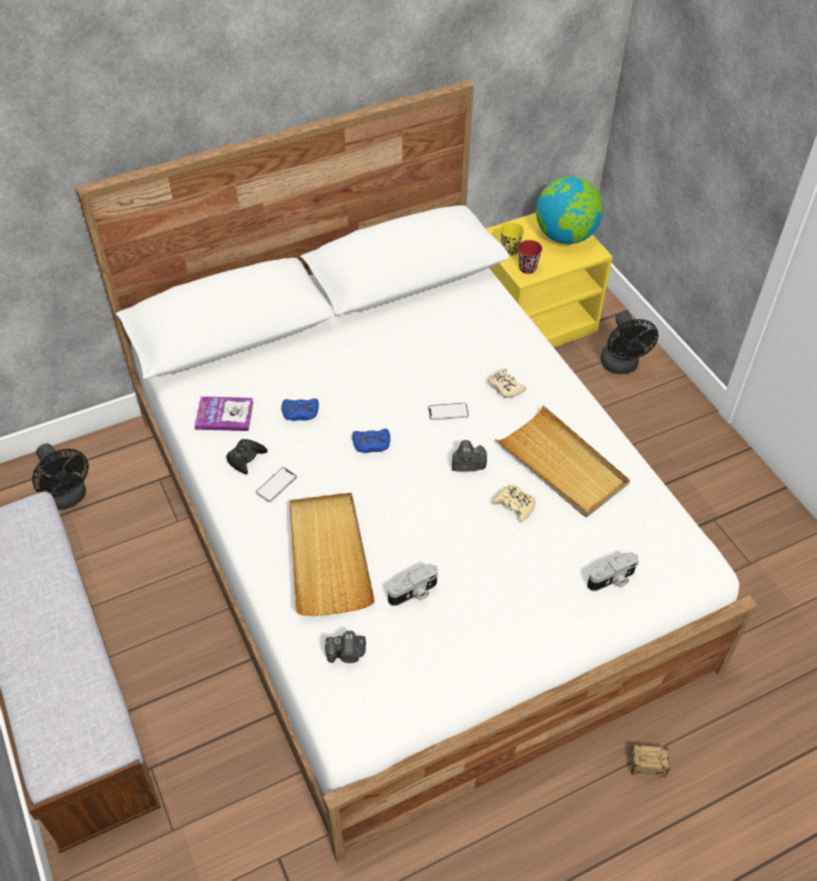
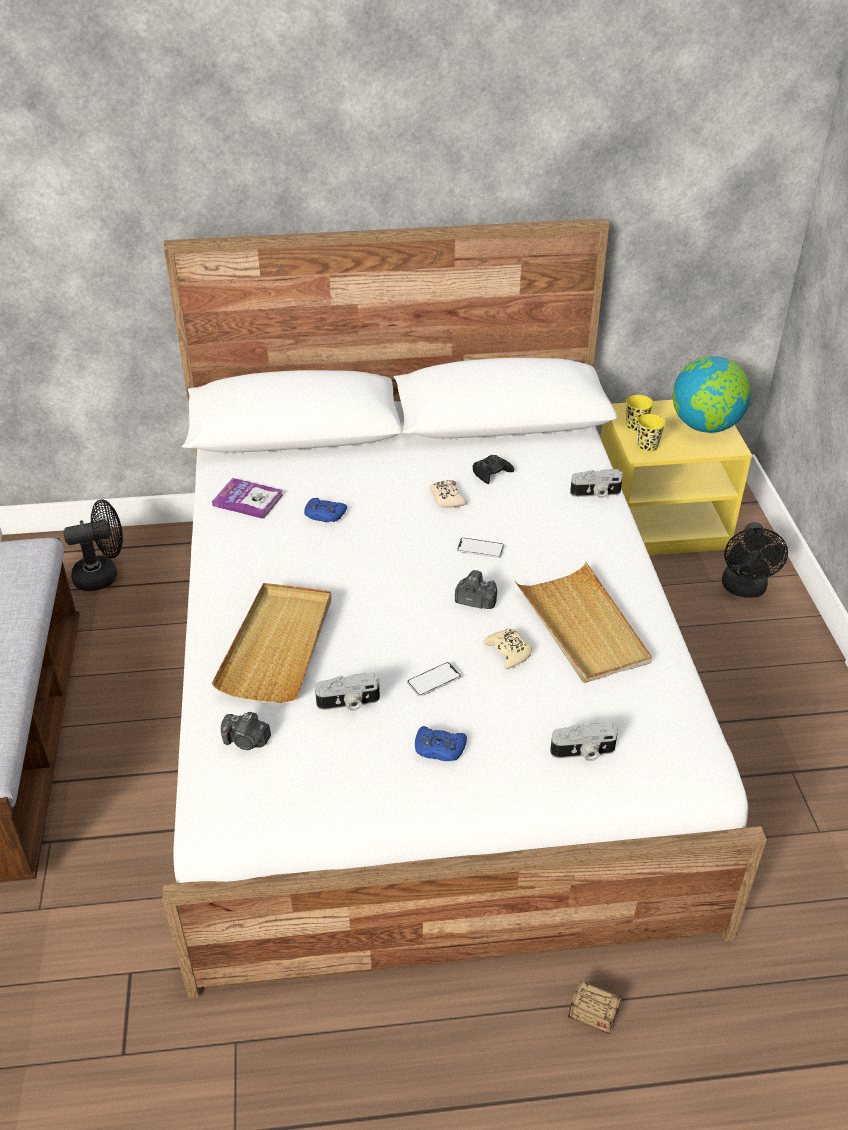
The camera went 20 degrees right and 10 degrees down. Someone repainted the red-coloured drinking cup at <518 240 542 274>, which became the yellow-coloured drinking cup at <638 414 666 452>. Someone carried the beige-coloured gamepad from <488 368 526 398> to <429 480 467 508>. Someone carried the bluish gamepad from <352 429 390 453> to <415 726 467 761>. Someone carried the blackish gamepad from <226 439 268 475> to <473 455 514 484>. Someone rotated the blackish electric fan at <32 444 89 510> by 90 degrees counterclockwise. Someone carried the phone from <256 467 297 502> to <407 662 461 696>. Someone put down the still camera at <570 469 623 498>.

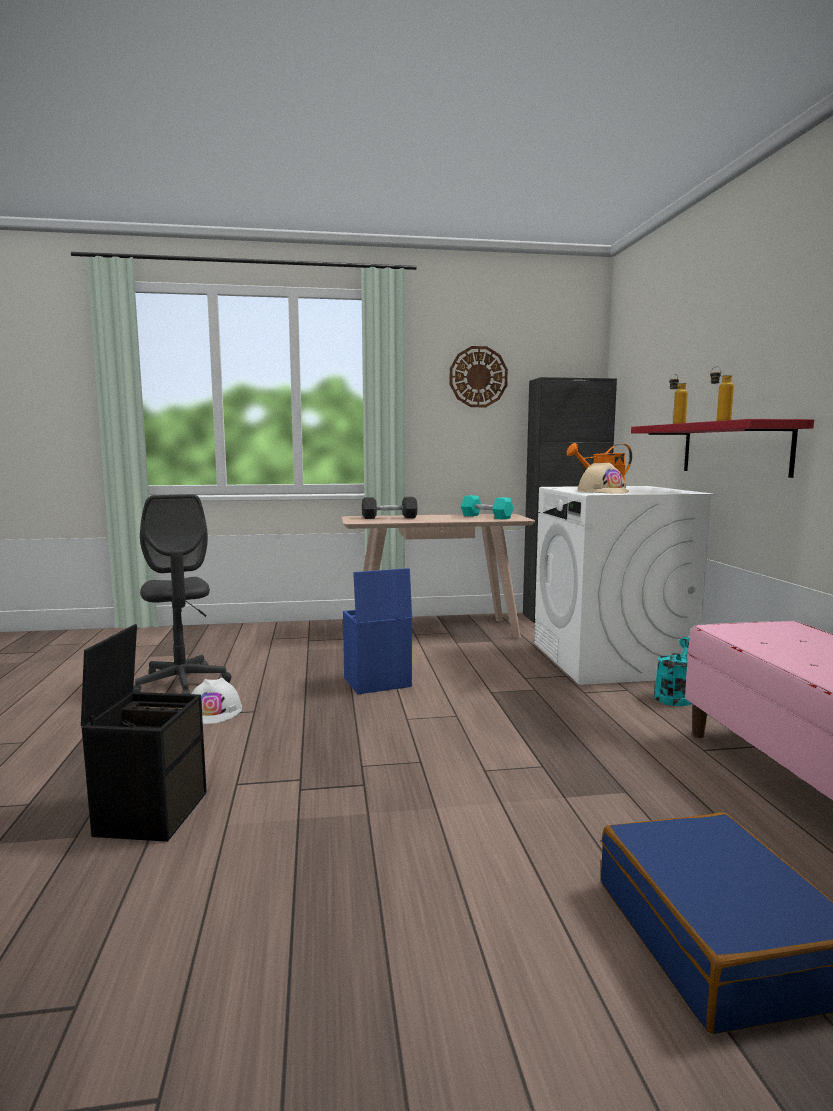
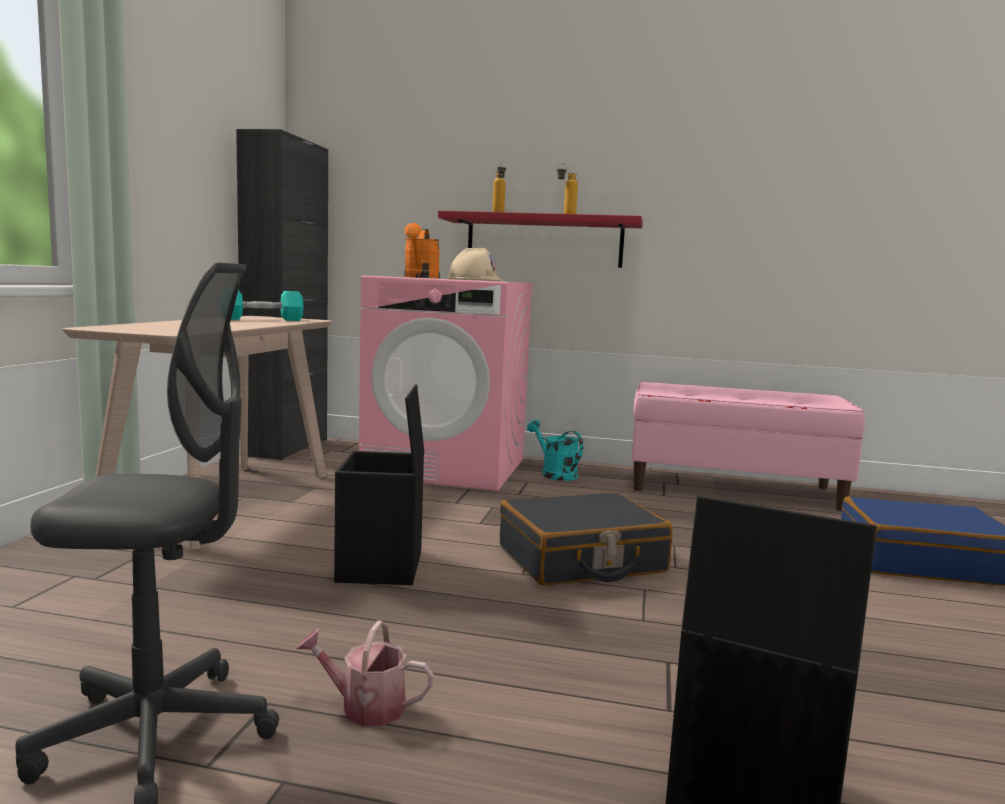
The camera went 70 degrees left and 0 degrees up. Someone took away the clock on the wall at <450 346 508 407>. Someone repainted the white laundry machine at <534 486 716 685>, which became the pink-coloured laundry machine at <359 276 533 491>. Someone took away the greyish hand weight at <362 497 418 519>. Someone repainted the bluish storage box at <343 568 412 695>, which became the blackish storage box at <334 385 424 585>. Someone swapped the white safety helmet at <191 678 242 724> for the watering can at <296 620 434 726>. Someone put down the blackish suitcase at <500 492 673 585>.

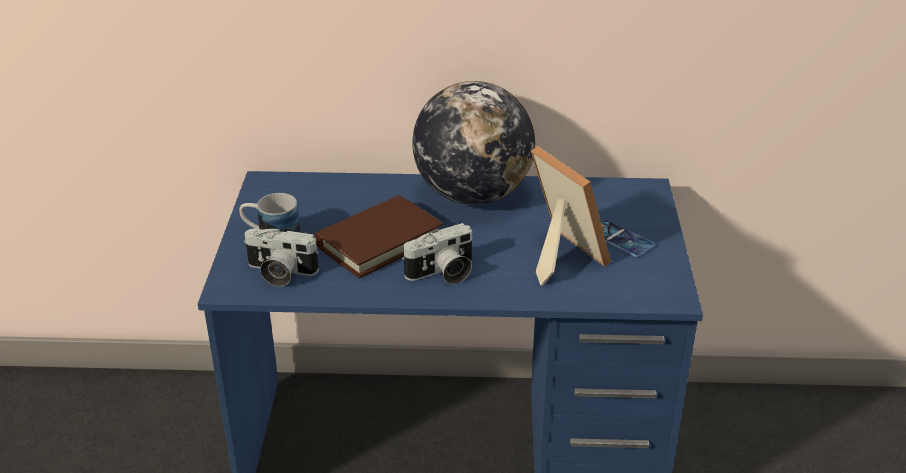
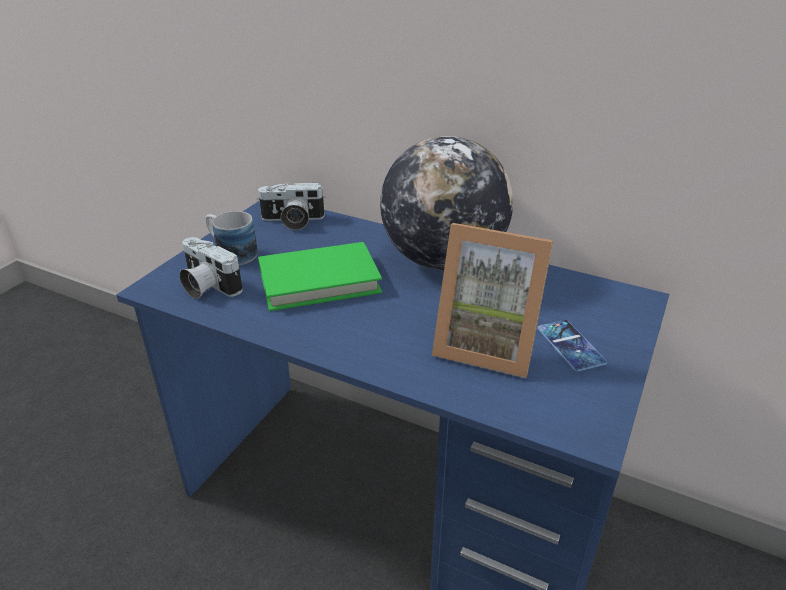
The camera went 25 degrees right and 0 degrees up. Someone rotated the picture frame at <531 146 611 286> by 120 degrees clockwise. Someone repainted the brown book at <314 195 444 278>, which became the green-coloured book at <258 242 382 311>. Someone carried the still camera from <402 223 473 284> to <257 183 326 230>.

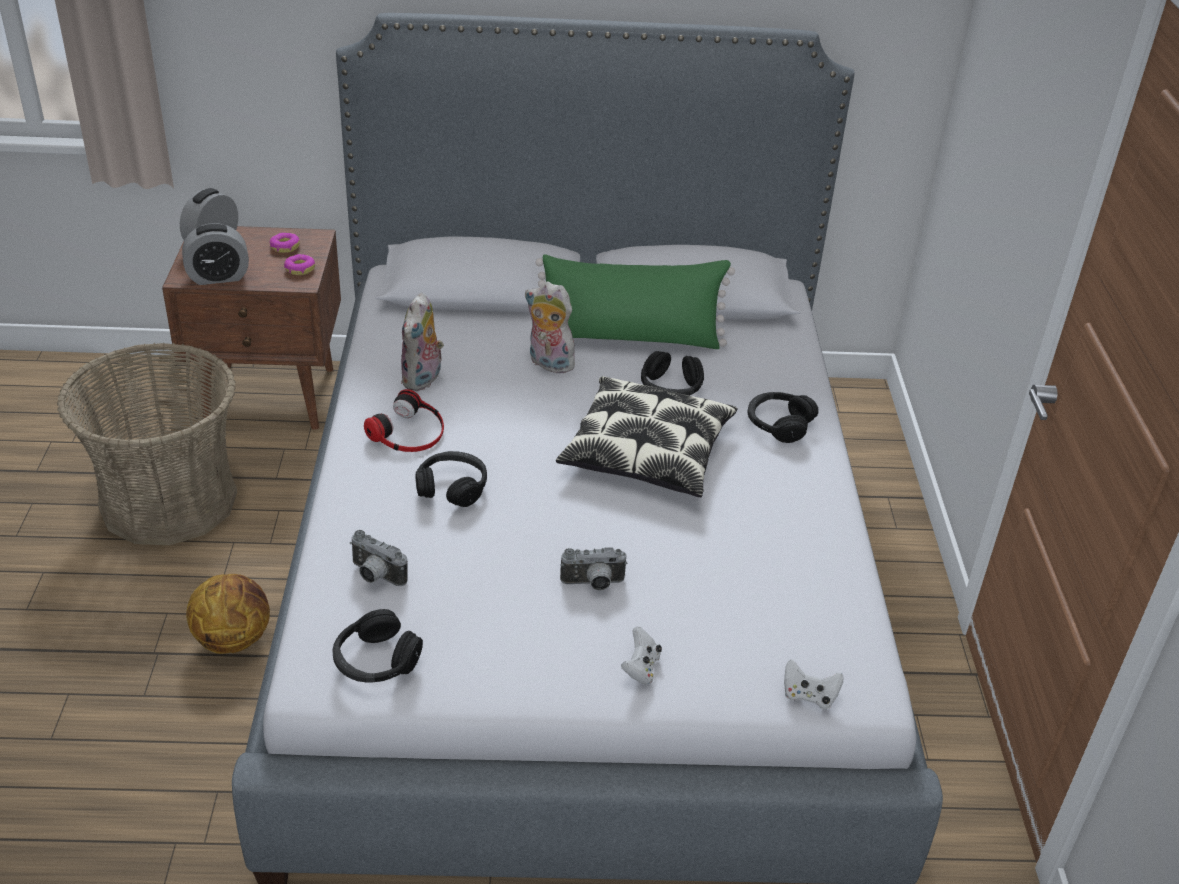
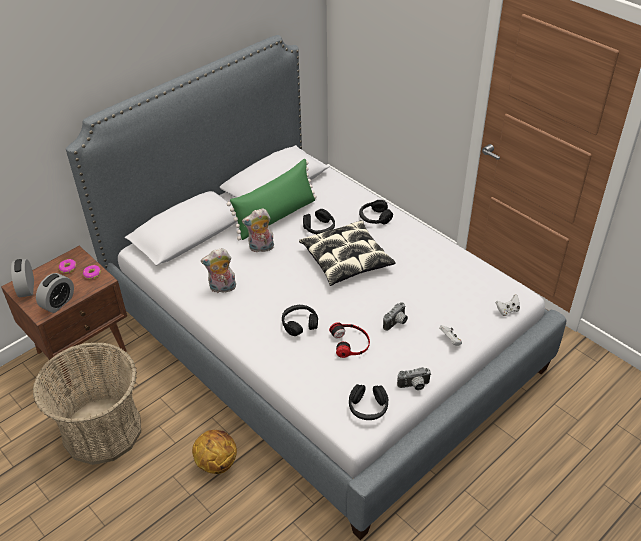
The camera went 40 degrees left and 5 degrees up. Someone rotated the soft toy at <401 292 444 391> by 105 degrees clockwise. Someone carried the headphones from <364 389 444 452> to <329 322 370 358>. Someone carried the still camera from <350 530 408 586> to <397 367 431 390>.

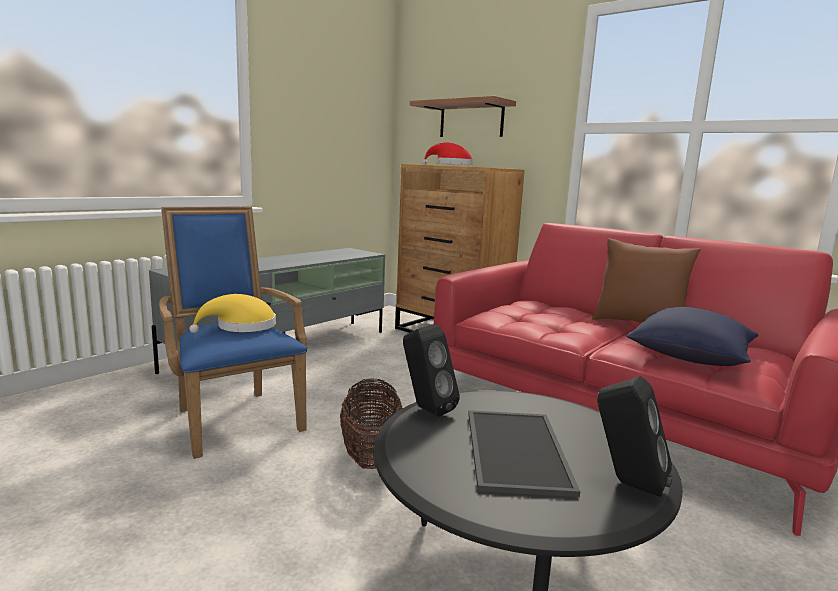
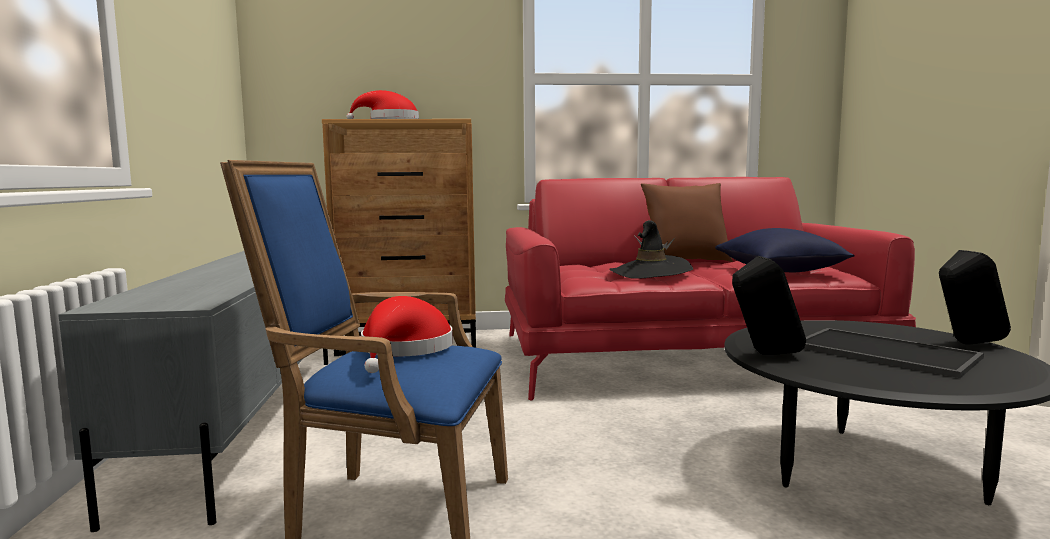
The camera went 45 degrees left and 5 degrees down. Someone took away the shelf at <410 96 516 137>. Someone repainted the yellow-coloured wearable hat at <189 294 276 333>, which became the red-coloured wearable hat at <361 296 453 373>. Someone took away the storage basket at <340 378 402 469>. Someone put down the blackish wearable hat at <609 220 693 279>.

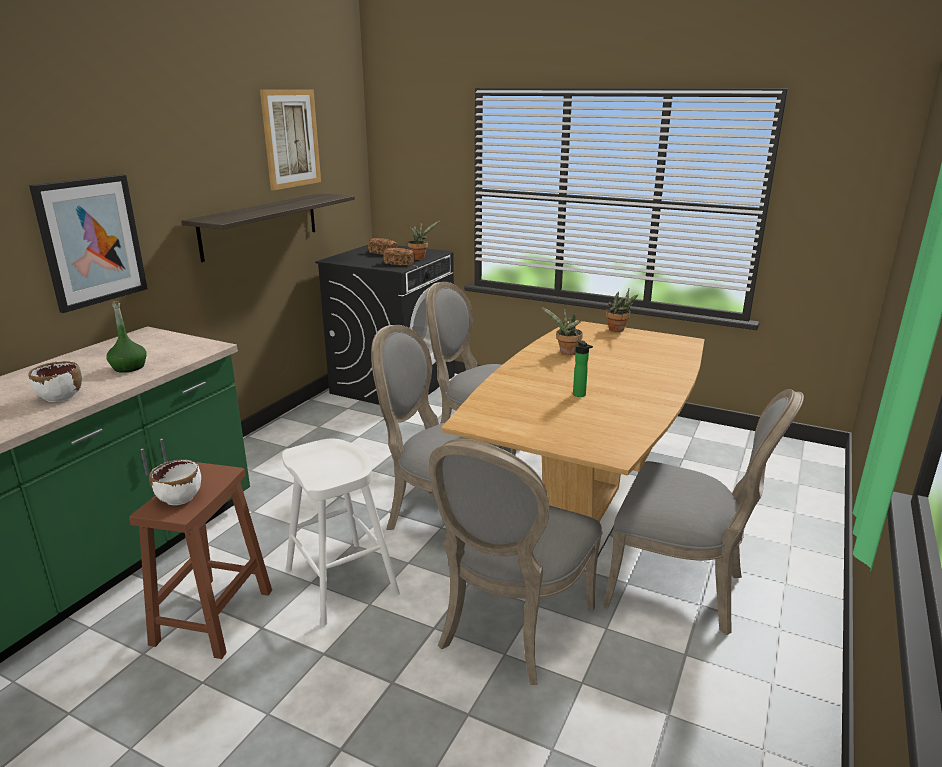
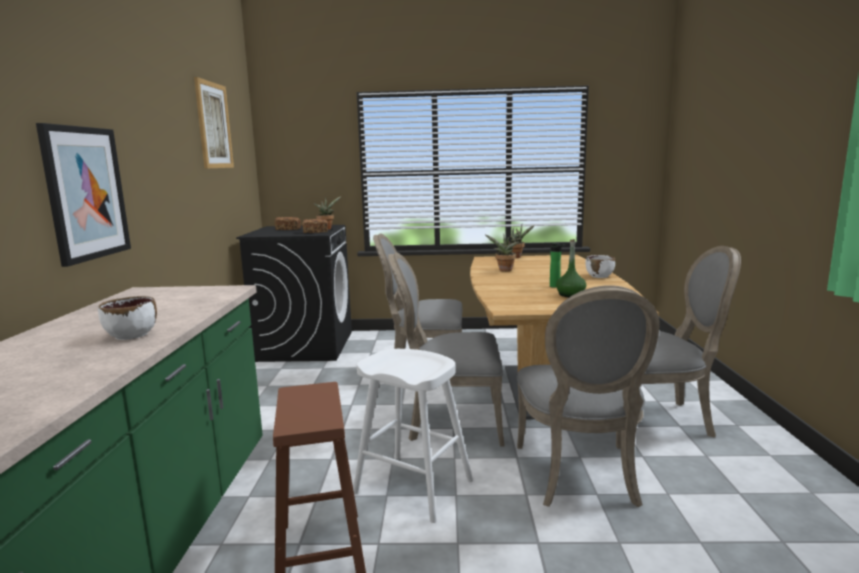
The camera went 25 degrees left and 10 degrees down. Someone took away the shelf at <181 193 355 262>. Someone carried the green-coloured beverage bottle from <106 301 147 373> to <556 239 586 297>. Someone carried the white deep dish from <149 459 201 505> to <585 255 615 278>.

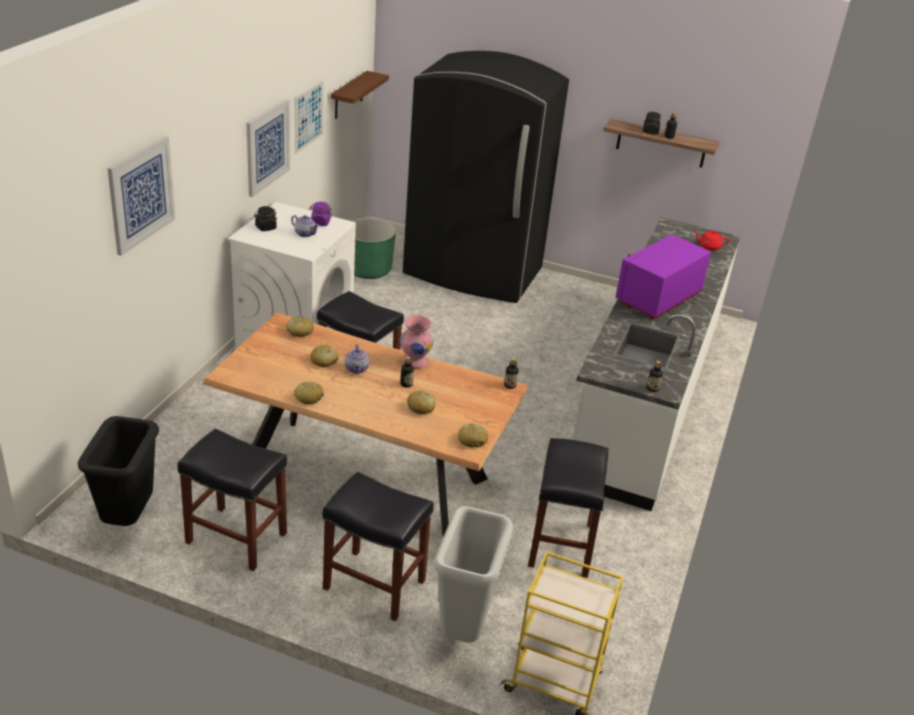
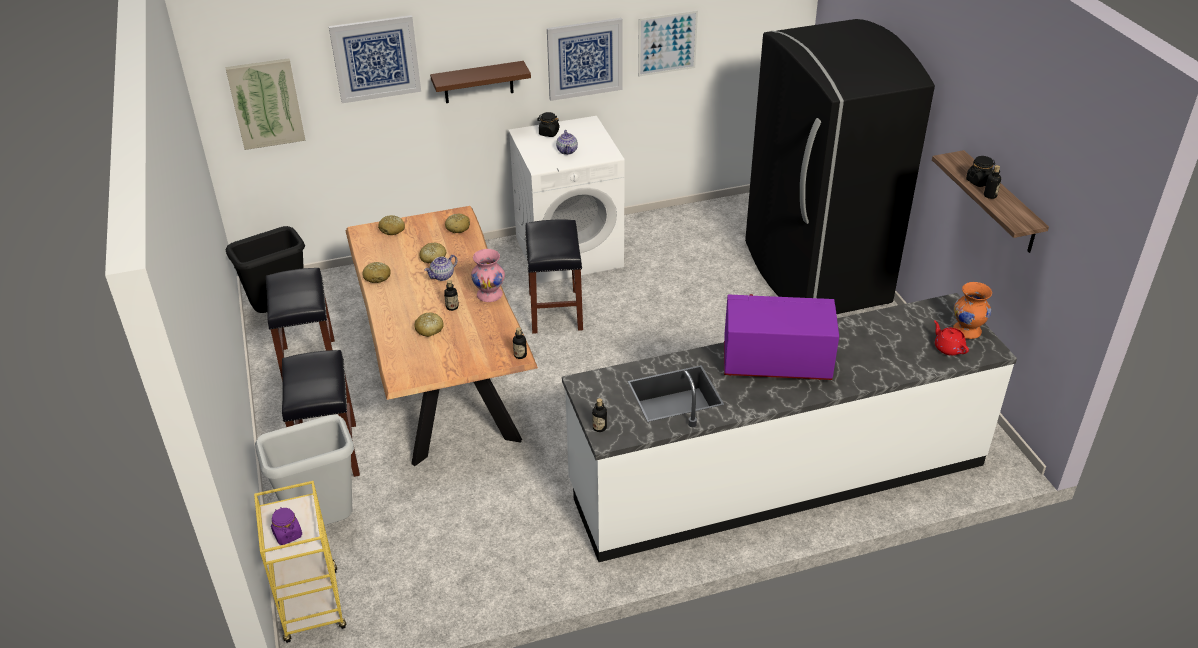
The camera went 55 degrees right and 5 degrees up. Someone carried the brown shelf from <331 71 389 119> to <430 61 531 103>. Someone carried the purple-coloured jar from <309 202 332 226> to <271 507 302 545>. Someone took away the green-coloured plant pot at <352 218 396 279>. Someone carried the baked bread from <458 423 488 448> to <378 215 405 235>. Someone took away the blackish stool seat at <528 438 608 578>. Someone put up the wall picture at <226 58 306 150>. Someone put down the orange-coloured vase at <953 282 992 339>.

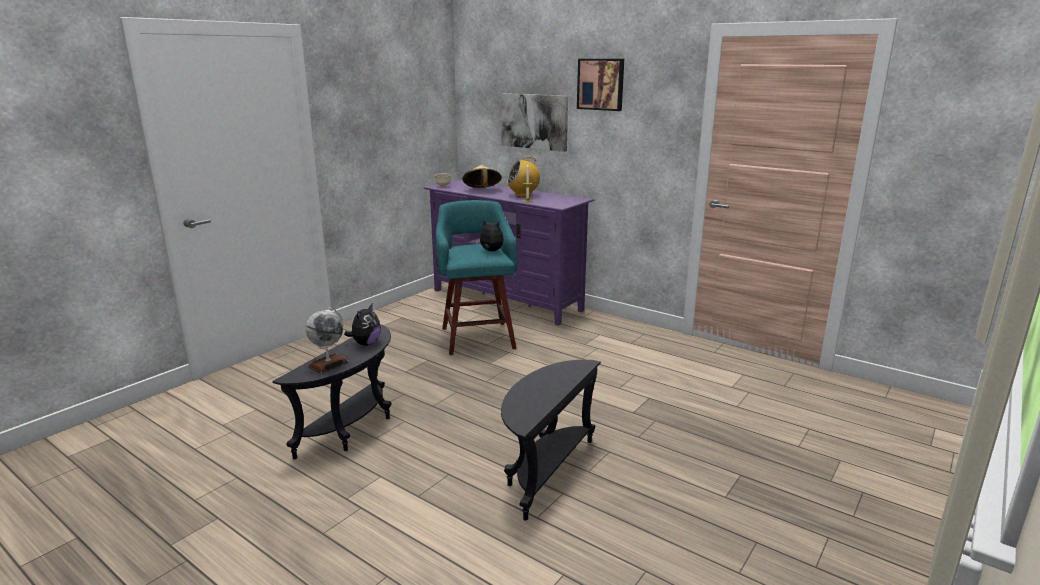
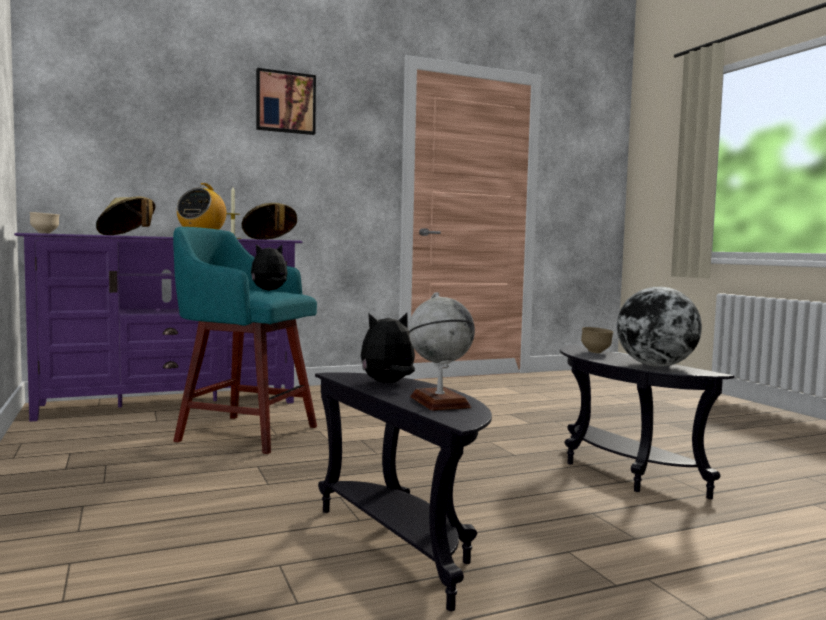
The camera went 60 degrees left and 15 degrees down. Someone took away the wall picture at <501 93 568 152>. Someone rotated the soft toy at <344 304 381 346> by 75 degrees counterclockwise. Someone put down the beige-coloured wearable hat at <242 203 297 240>. Someone put down the globe at <617 286 702 367>. Someone put down the brown deep dish at <581 327 614 353>.

